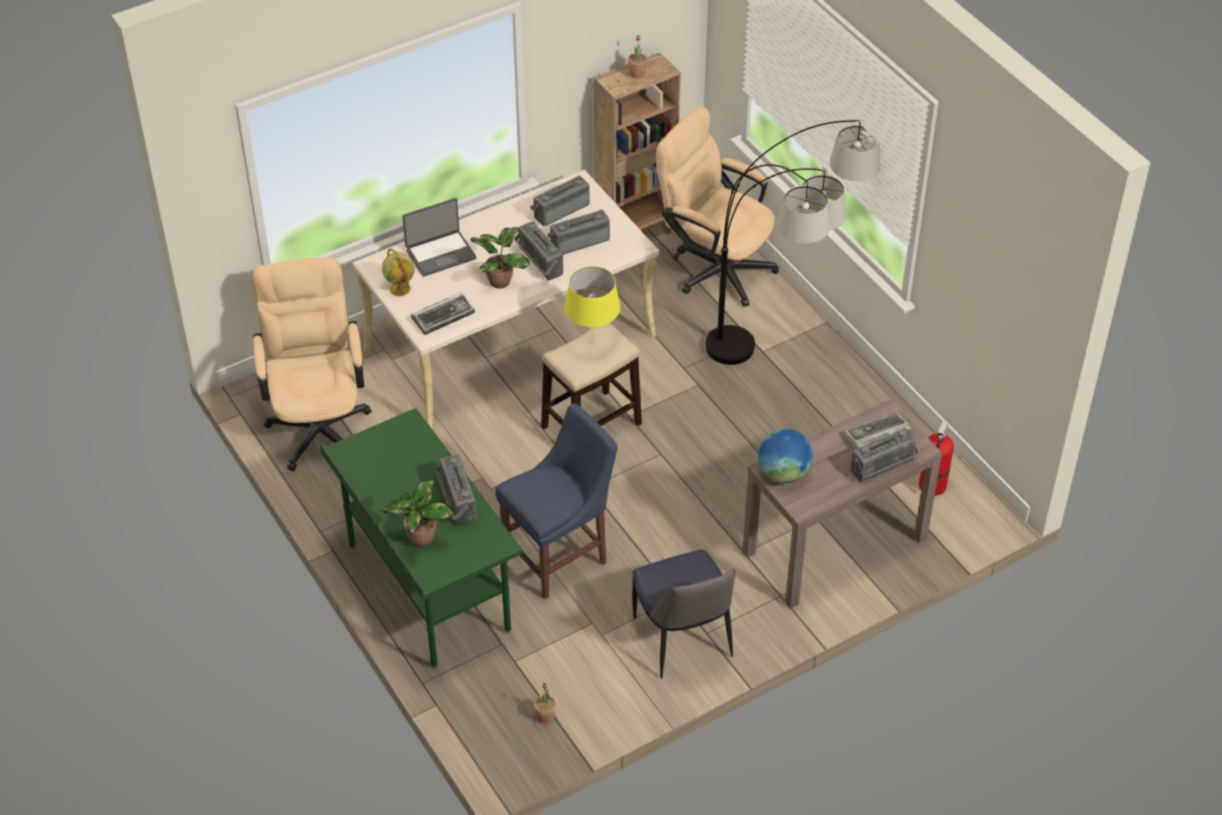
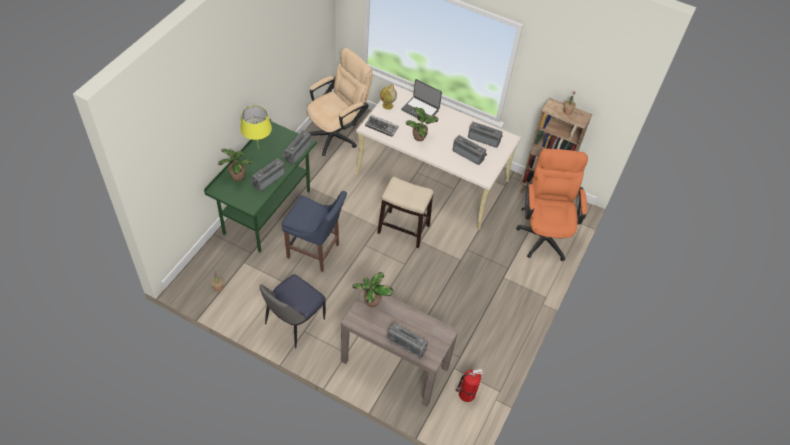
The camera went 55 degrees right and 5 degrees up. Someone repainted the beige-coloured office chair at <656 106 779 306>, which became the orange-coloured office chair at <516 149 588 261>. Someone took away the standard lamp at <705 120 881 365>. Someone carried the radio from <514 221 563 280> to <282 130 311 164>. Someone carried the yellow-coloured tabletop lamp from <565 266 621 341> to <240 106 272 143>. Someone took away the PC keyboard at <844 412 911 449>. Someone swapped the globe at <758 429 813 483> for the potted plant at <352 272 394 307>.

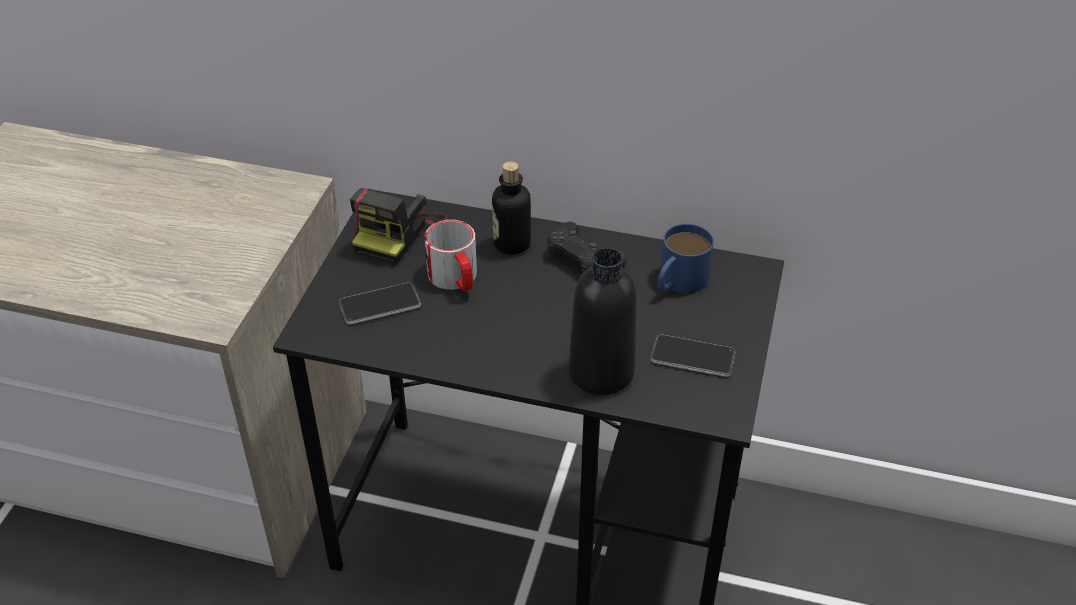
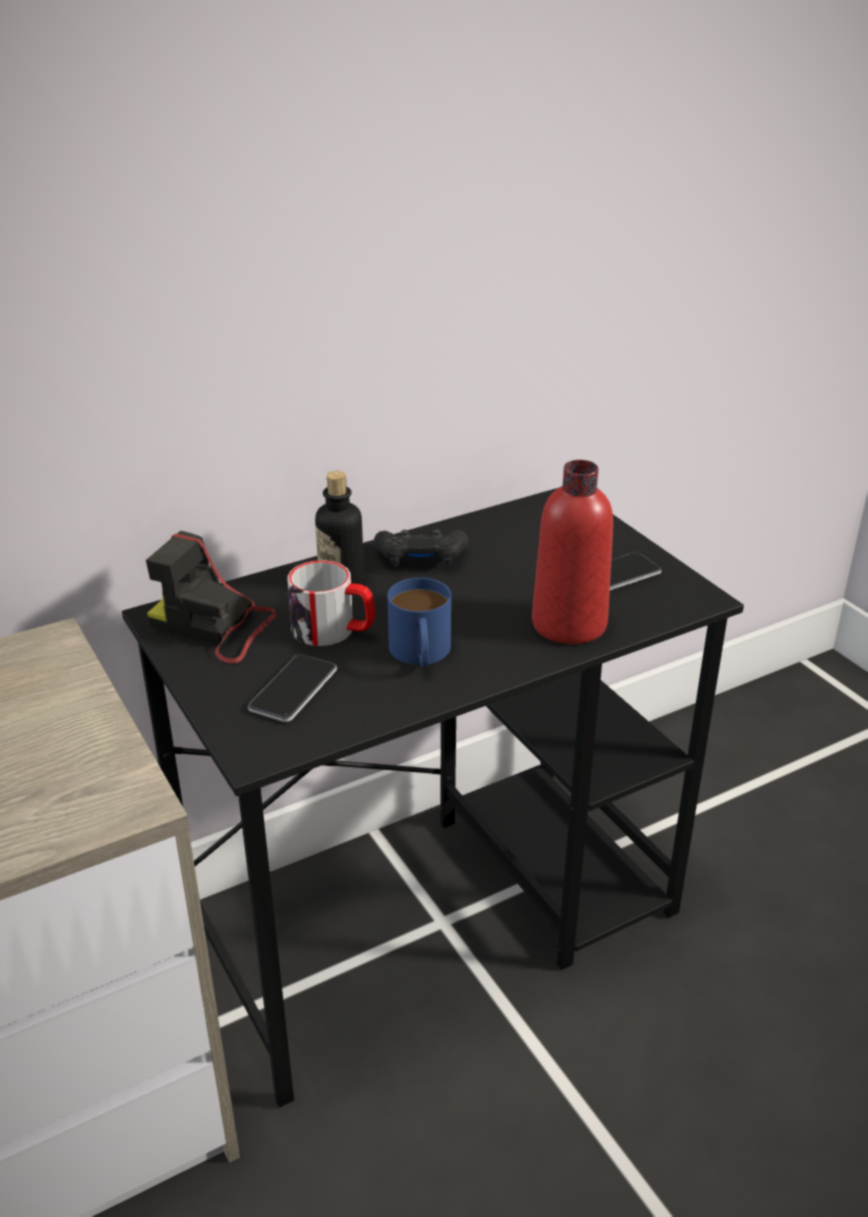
The camera went 45 degrees left and 10 degrees down. Someone rotated the still camera at <350 188 448 264> by 135 degrees clockwise. Someone carried the bluish tea mug from <658 224 714 293> to <388 578 451 667>. Someone repainted the blackish beverage bottle at <569 248 637 395>, which became the red-coloured beverage bottle at <532 460 613 644>.

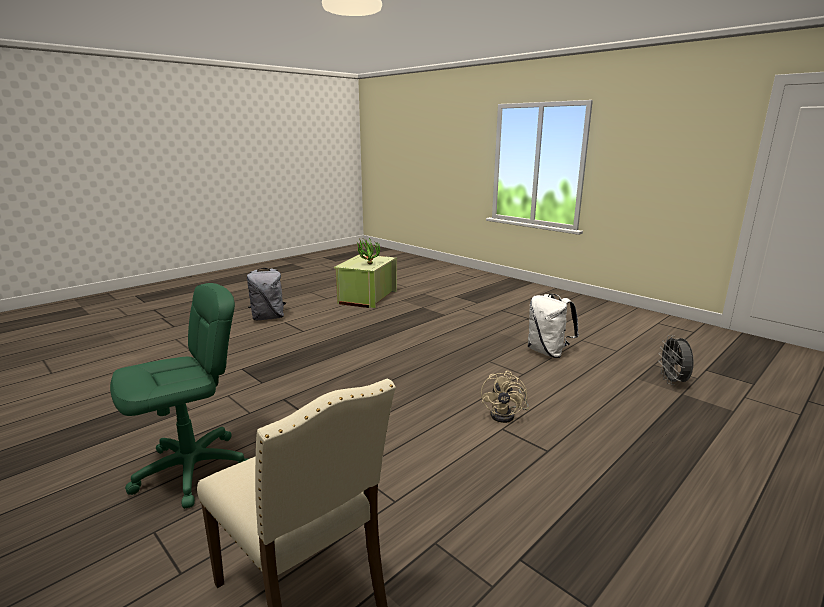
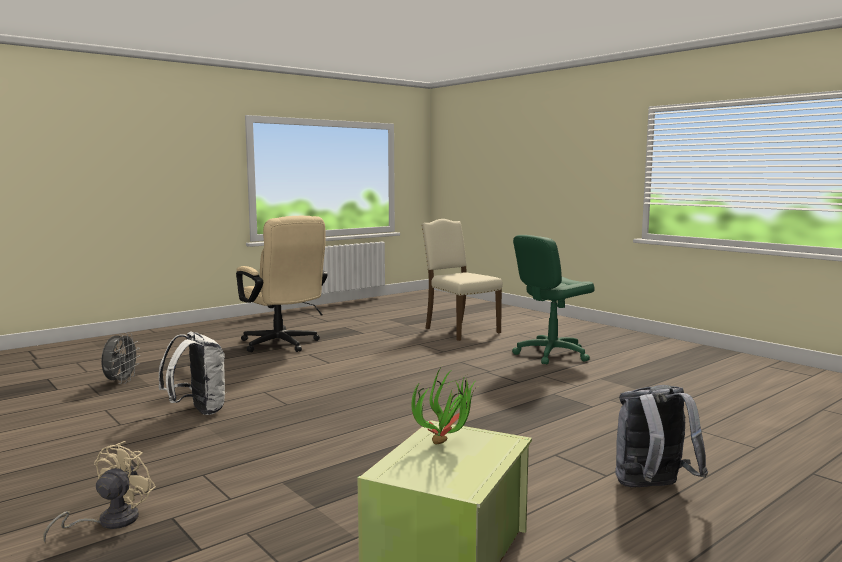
The camera went 175 degrees left and 10 degrees down. Someone carried the beige-coloured electric fan from <481 371 529 423> to <43 441 156 542>. Someone put down the beige-coloured office chair at <236 216 327 352>.

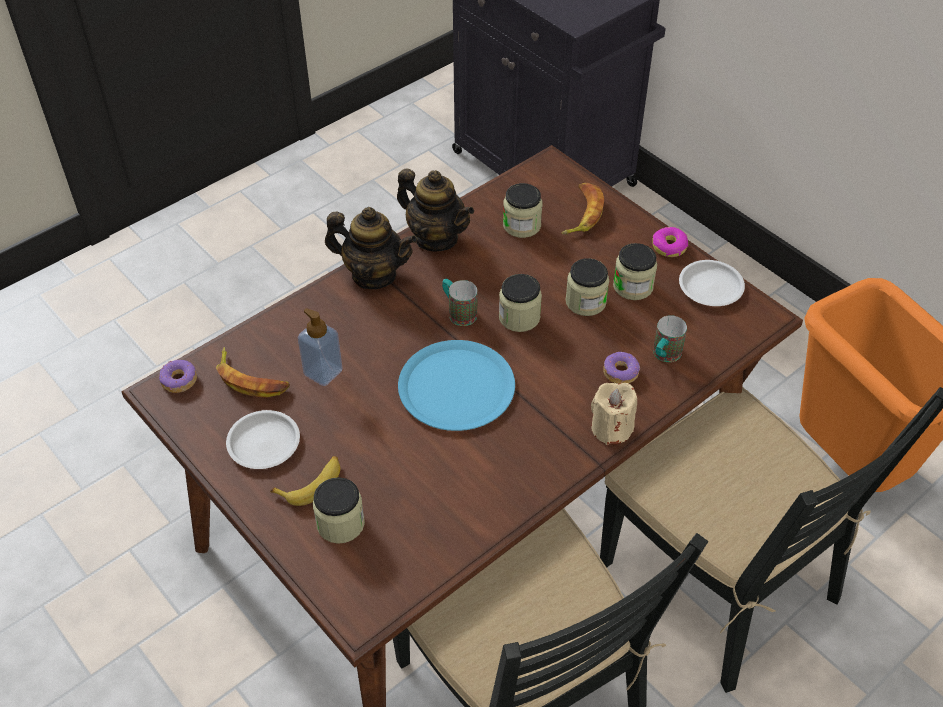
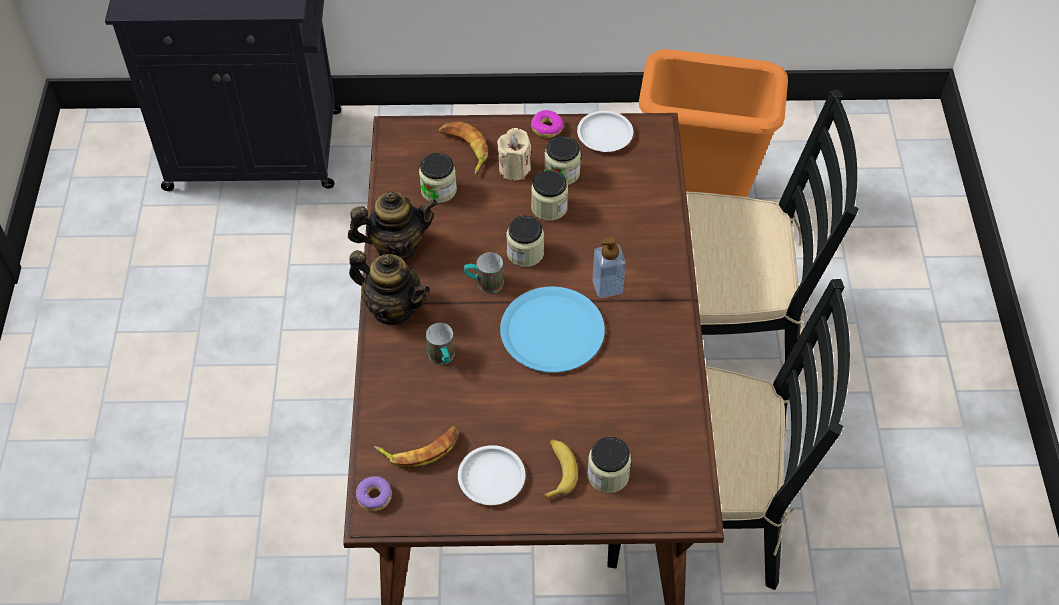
The camera went 50 degrees left and 5 degrees up. Someone rotated the tea pot at <325 207 417 289> by 60 degrees clockwise. Someone carried the liquid soap bottle from <298 308 343 386> to <592 237 626 298>. Someone carried the tea mug from <653 315 687 362> to <426 323 455 365>. Someone took away the ring doughnut at <603 352 640 384>. Someone carried the beige-coloured wax candle from <591 383 637 445> to <497 128 531 180>.

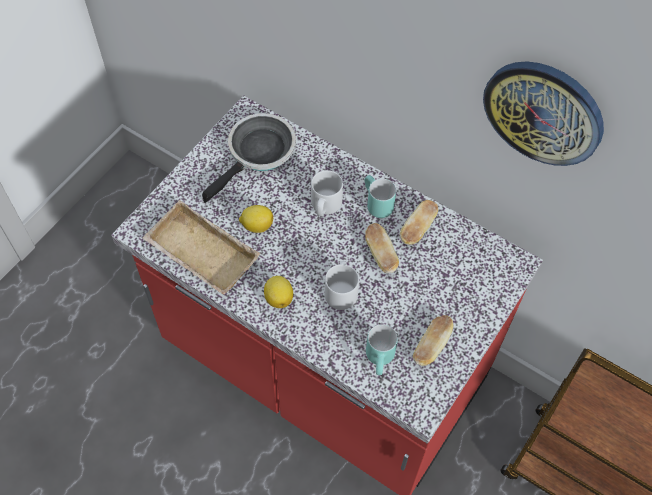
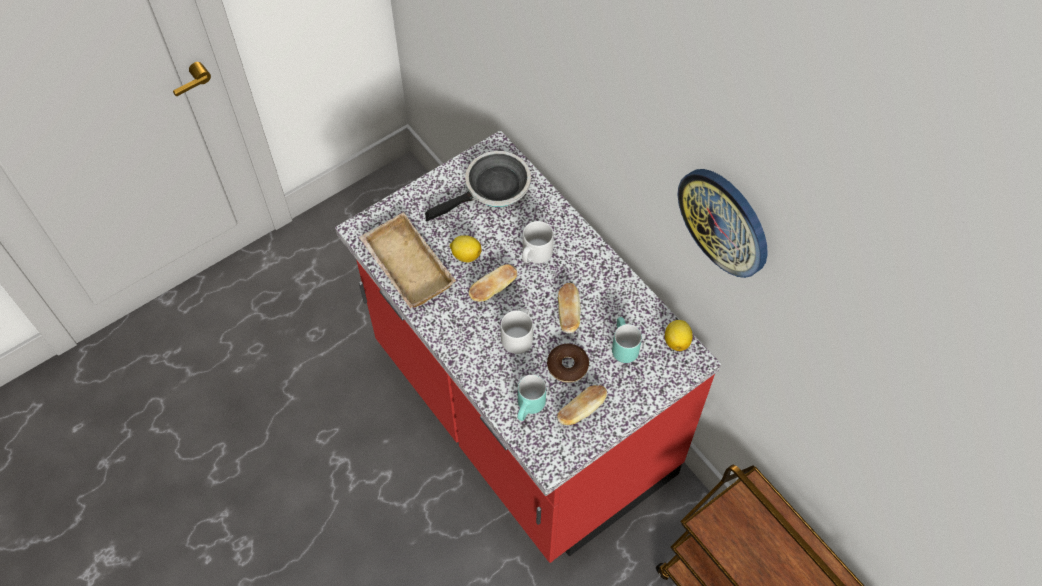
The camera went 20 degrees right and 0 degrees up. Someone carried the turquoise-coloured tea mug from <365 175 396 218> to <612 317 642 363>. Someone carried the baked bread from <400 200 438 245> to <469 264 518 302>. Someone carried the citrus fruit from <264 276 293 308> to <665 320 693 351>. Someone put down the ring doughnut at <547 344 589 383>.

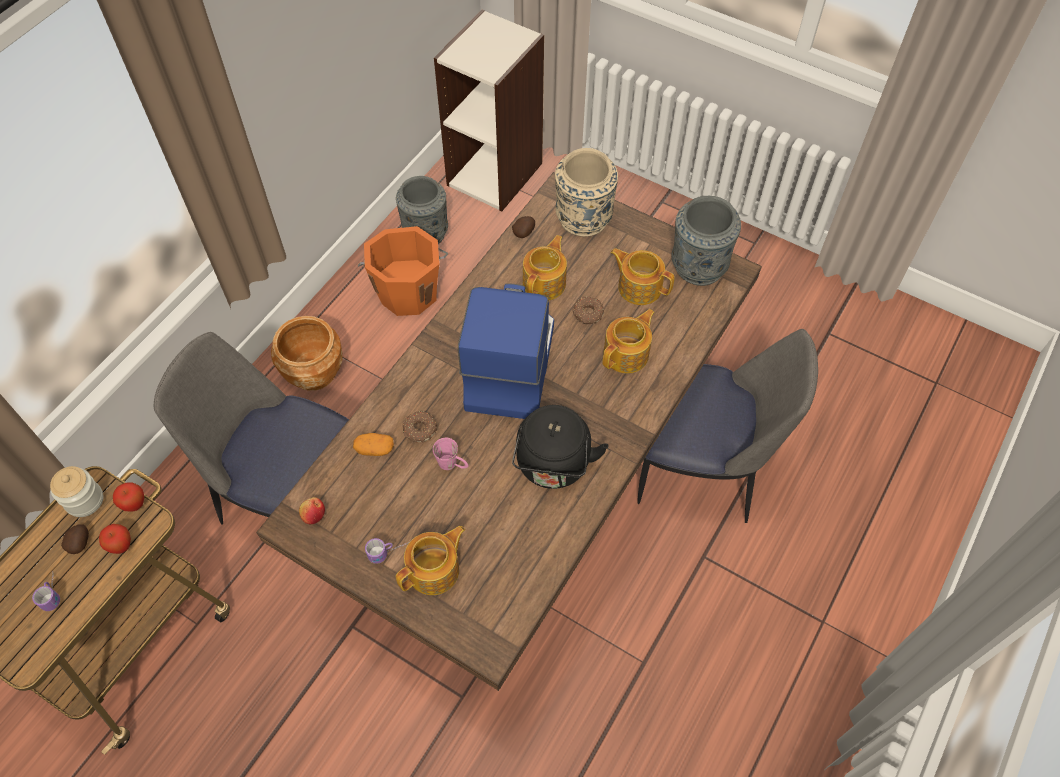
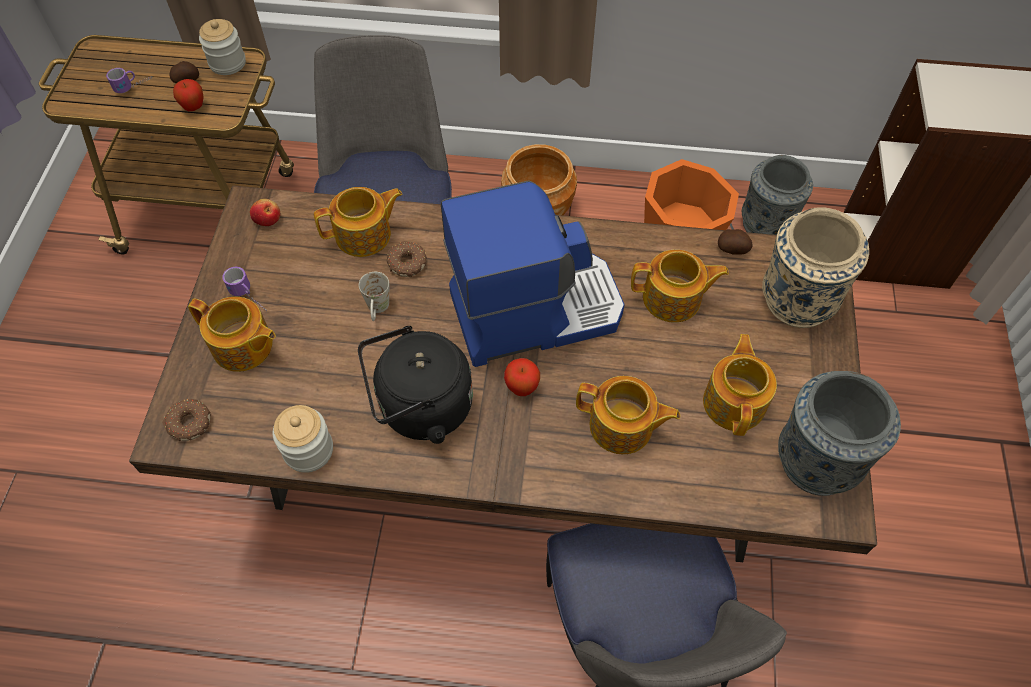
The camera went 65 degrees right and 0 degrees up. Someone carried the ring doughnut from <572 297 604 324> to <162 399 211 441>. Someone swapped the spud at <353 433 394 456> for the tea pot at <314 187 403 257>. Someone repainted the pink-coloured tea mug at <433 438 468 470>, which became the white tea mug at <359 272 389 321>. Someone carried the apple fruit from <113 482 144 512> to <504 358 540 396>. Someone put down the jar at <273 405 333 473>.

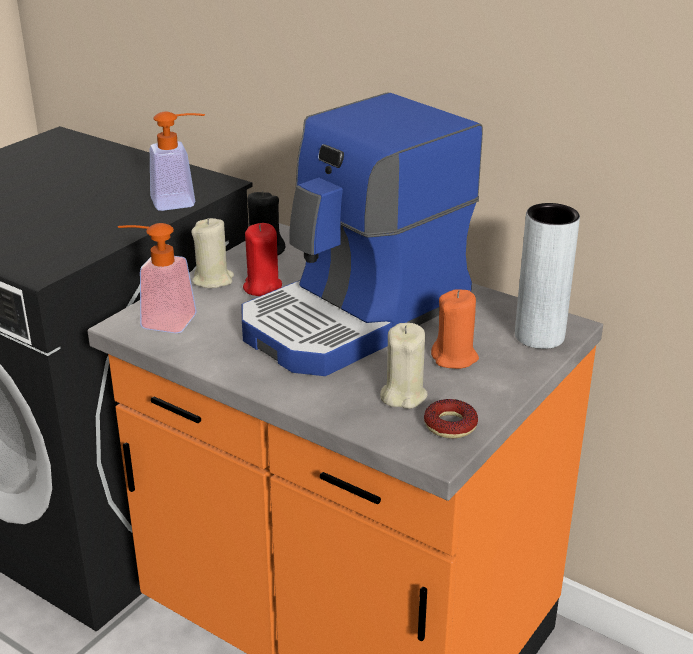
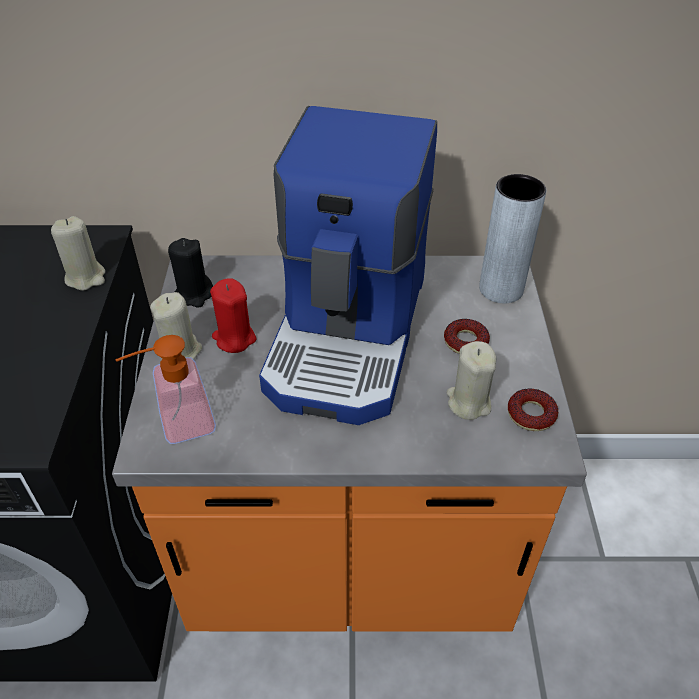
The camera went 35 degrees left and 15 degrees up. Someone swapped the liquid soap bottle at <150 111 205 211> for the beige-coloured wax candle at <51 216 105 291>. Someone swapped the orange-coloured wax candle at <431 289 479 369> for the ring doughnut at <444 319 490 354>.

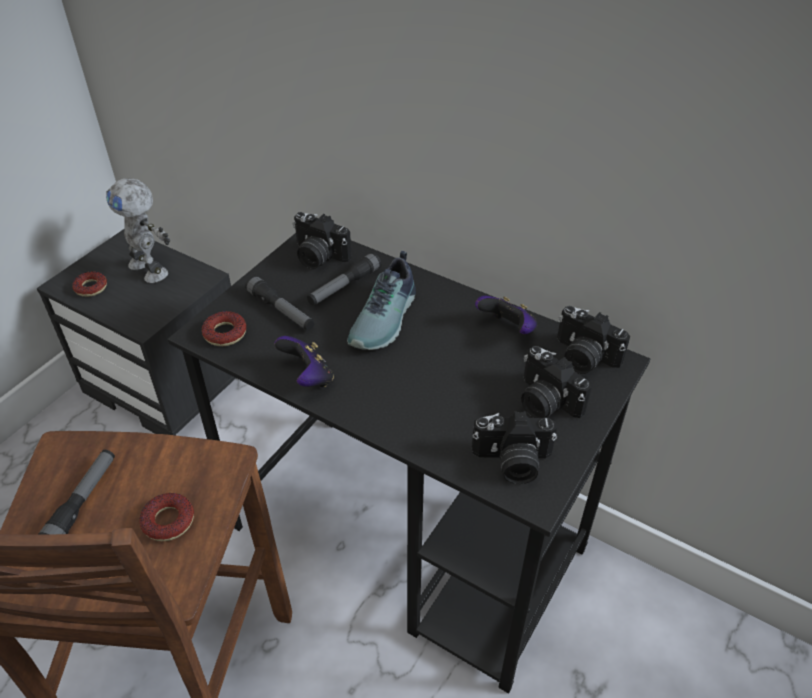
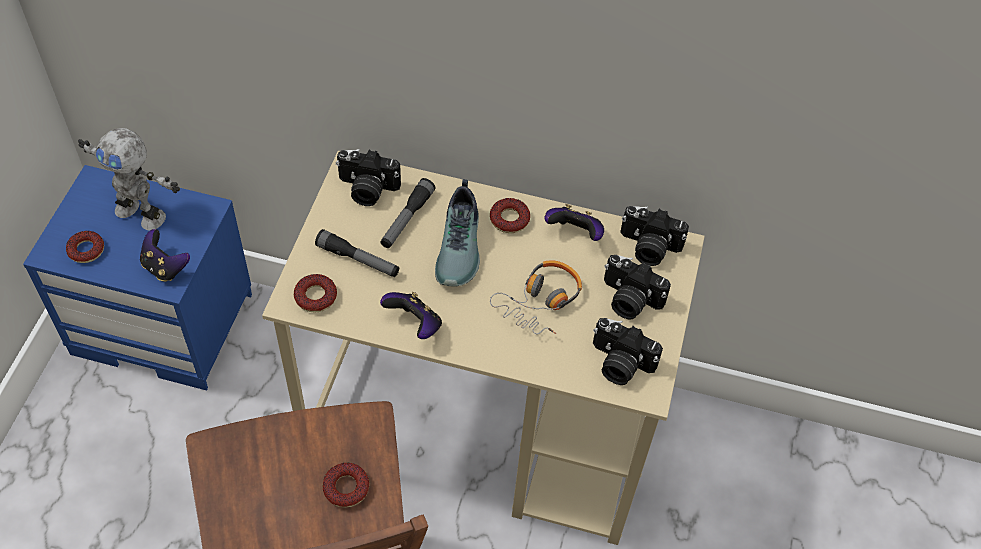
The camera went 20 degrees left and 10 degrees up. Someone repainted the blackish bedside table at <37 229 236 435>, which became the bluish bedside table at <23 165 252 391>. Someone repainted the blackish desk unit at <168 233 650 694>, which became the beige-coloured desk unit at <262 151 705 545>. Someone rotated the still camera at <472 411 557 484> by 45 degrees clockwise. Someone took away the flashlight at <38 450 115 535>. Someone put down the ring doughnut at <490 198 530 233>. Someone put down the gamepad at <140 229 190 281>. Someone put down the headphones at <490 260 582 334>.

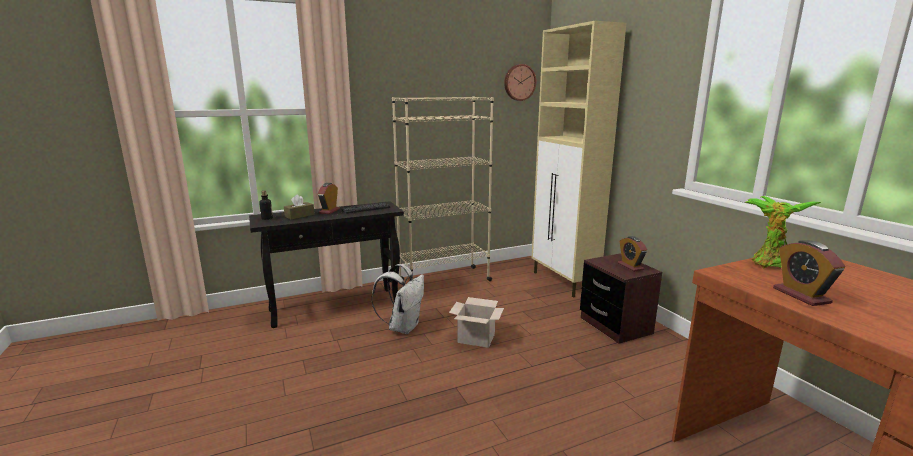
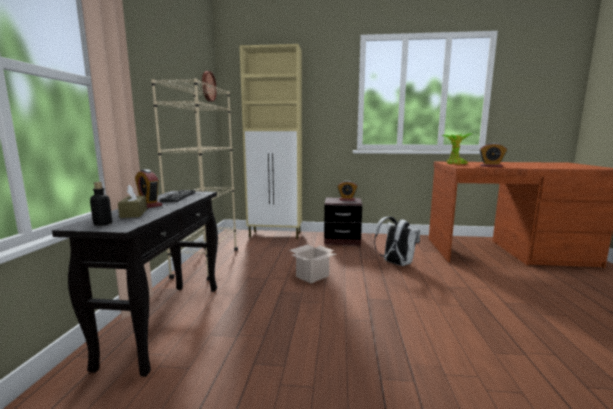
The camera went 60 degrees left and 5 degrees down. Someone carried the white rucksack from <371 264 424 334> to <374 217 420 266>.

